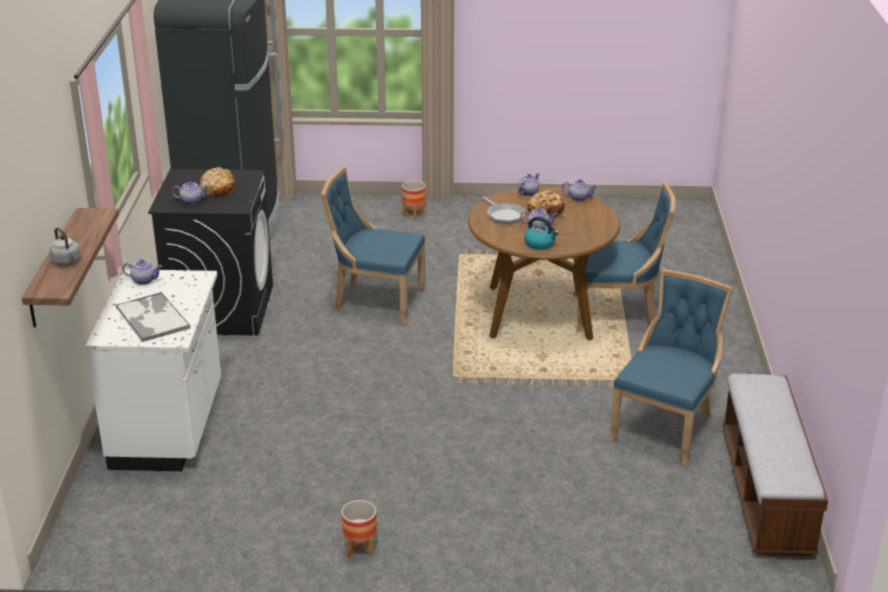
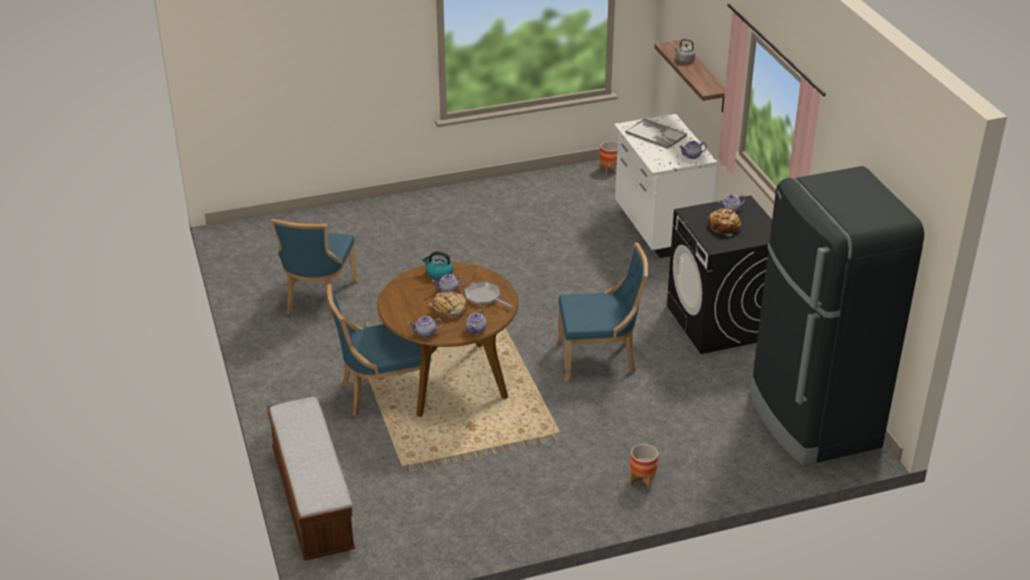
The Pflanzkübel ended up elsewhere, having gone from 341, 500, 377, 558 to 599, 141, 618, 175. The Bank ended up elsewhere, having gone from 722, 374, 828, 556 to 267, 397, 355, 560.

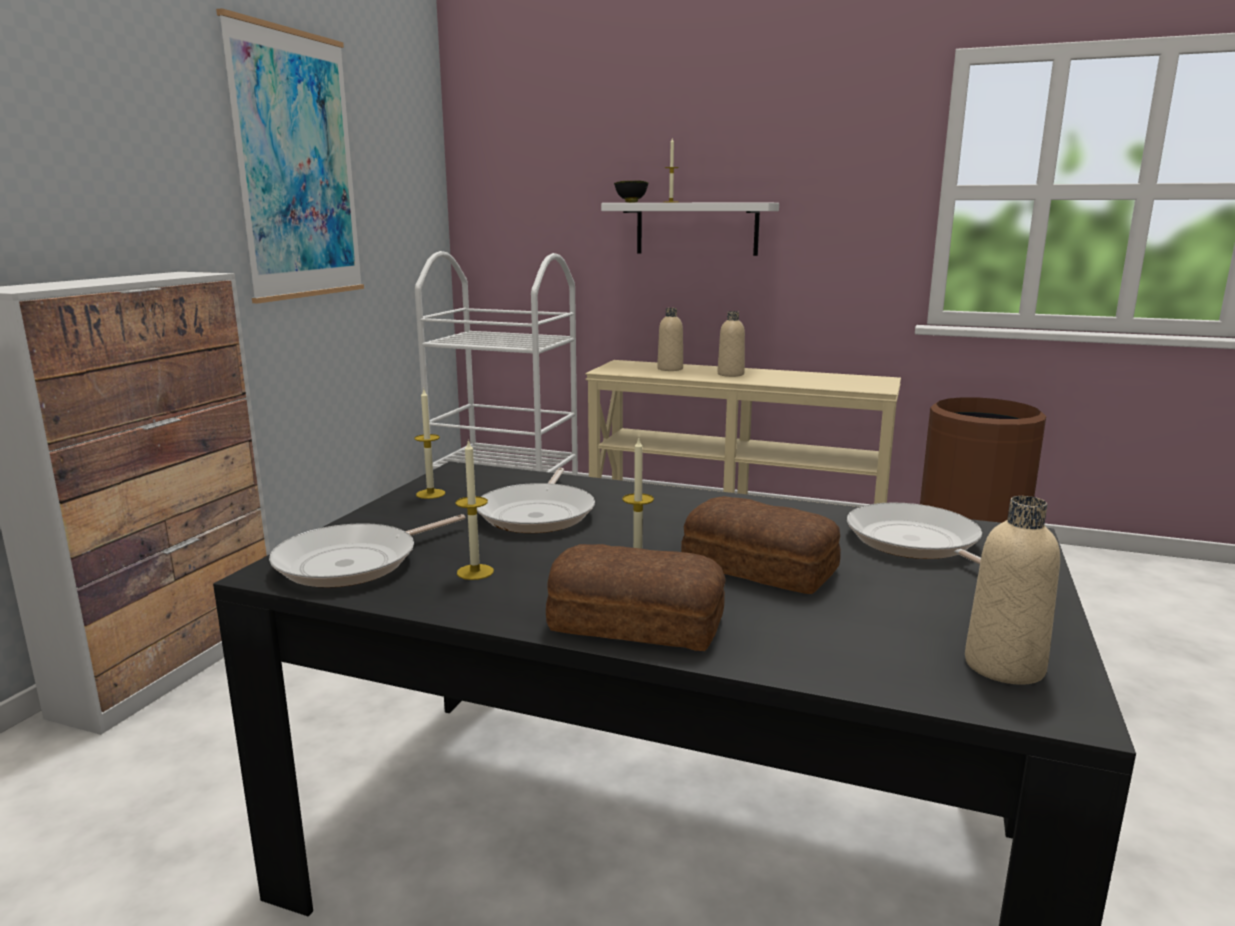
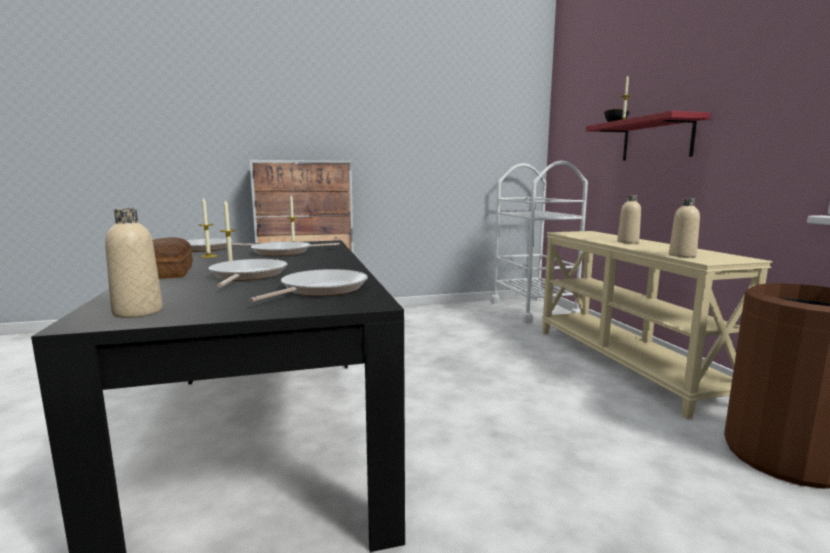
The second view lost the Bild at 216, 8, 364, 303. The Flasche/beige ended up elsewhere, having gone from 657, 308, 683, 371 to 669, 198, 700, 258. Where the Brot stood at 681, 496, 841, 594, the Pfanne came to stand at 208, 259, 287, 287. What was the Wandregal/weiß at 601, 202, 779, 256 turned into the Wandregal/rot at 586, 111, 710, 161.

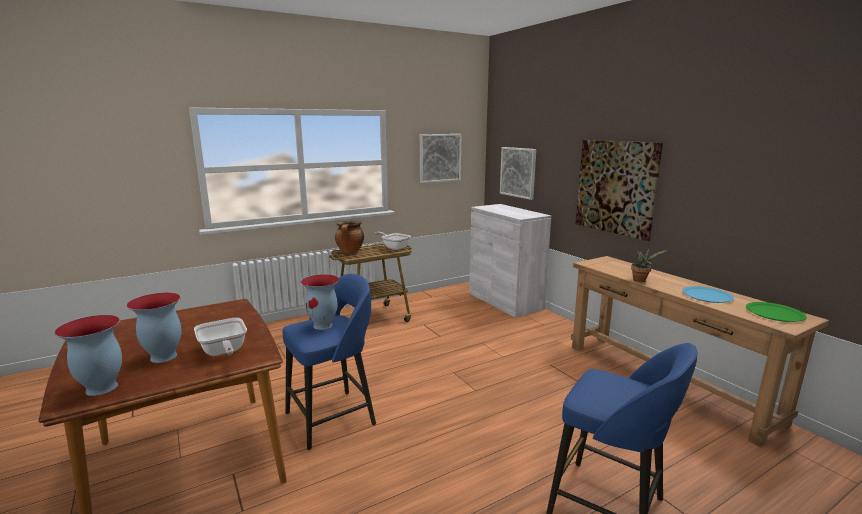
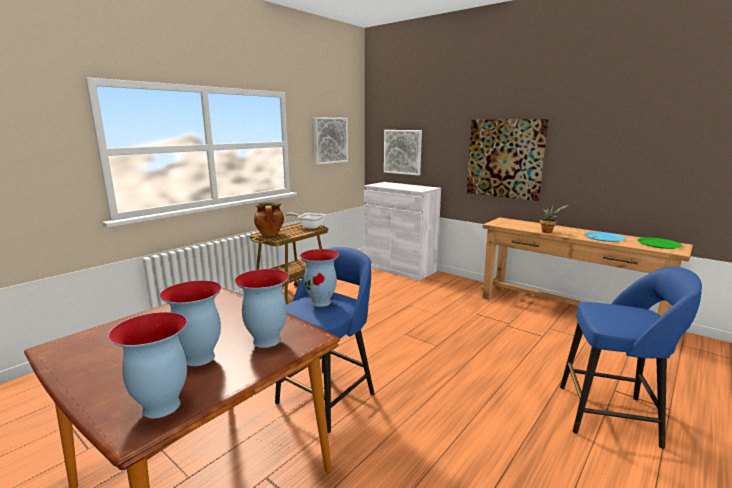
Where the Pfanne stood at 194, 318, 247, 356, the Vase came to stand at 234, 269, 289, 348.

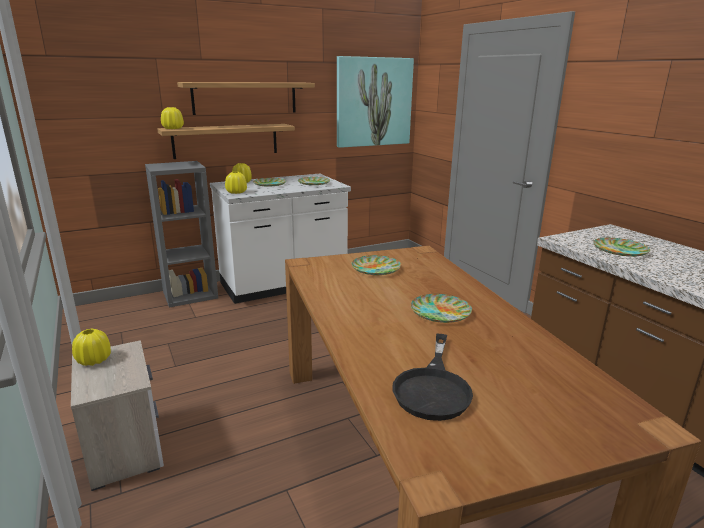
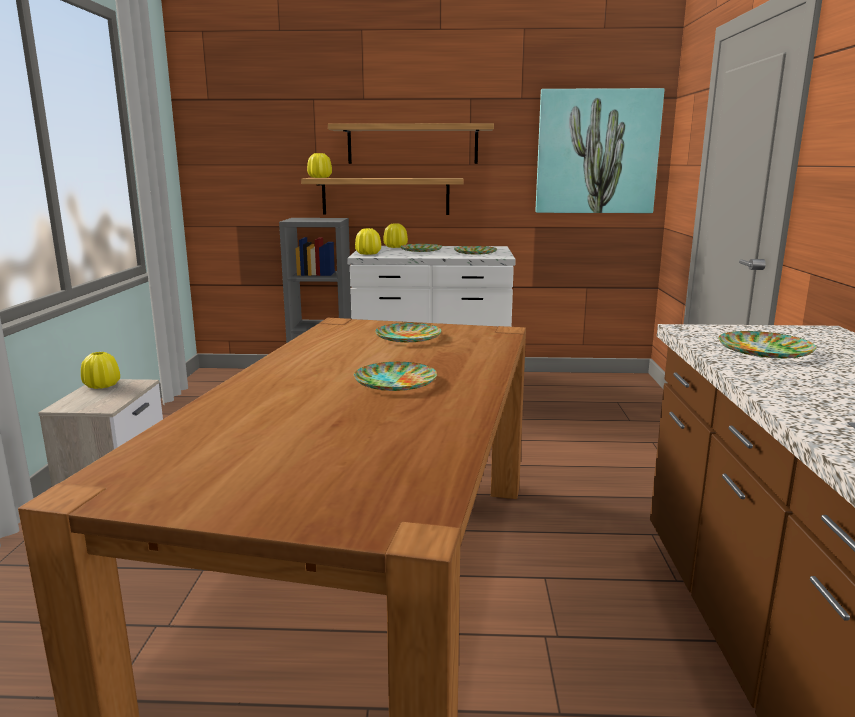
The second view lost the Pfanne/schwarz at 392, 333, 473, 421.

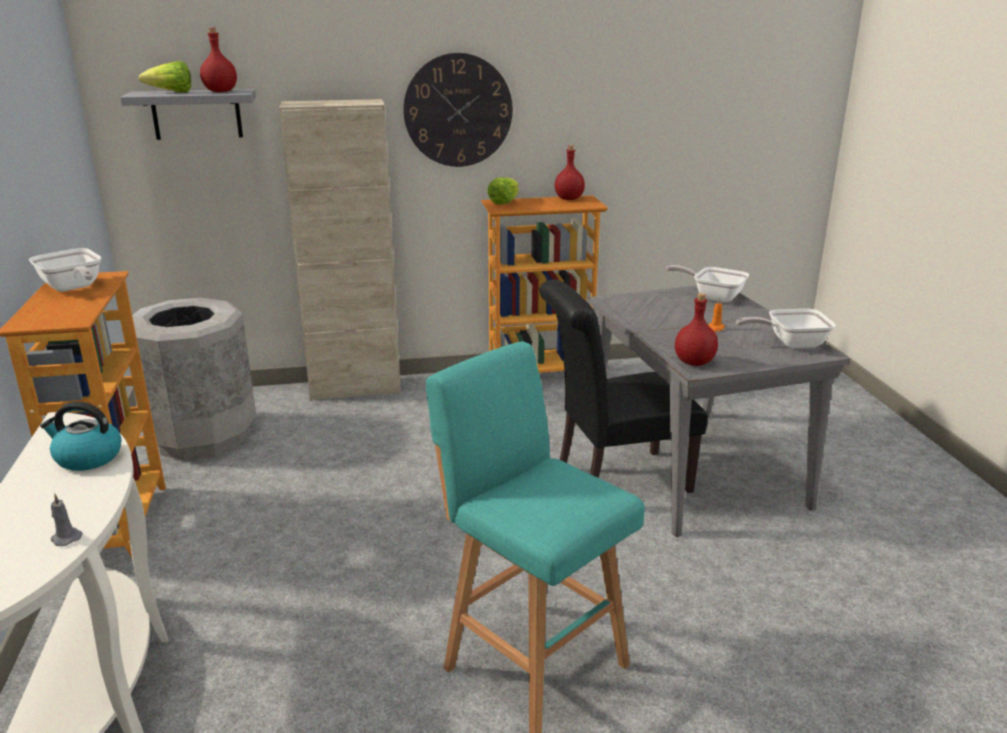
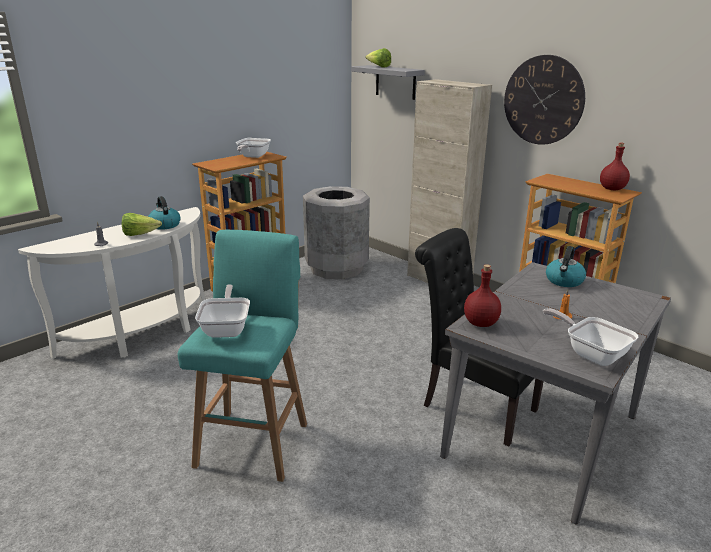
The second view lost the Flasche/rot at 200, 28, 237, 92. The second view gained the Wasserkessel at 546, 246, 586, 287. The Salatkopf ended up elsewhere, having gone from 487, 178, 519, 205 to 122, 213, 162, 236. The Pfanne ended up elsewhere, having gone from 666, 265, 749, 303 to 195, 284, 250, 338.

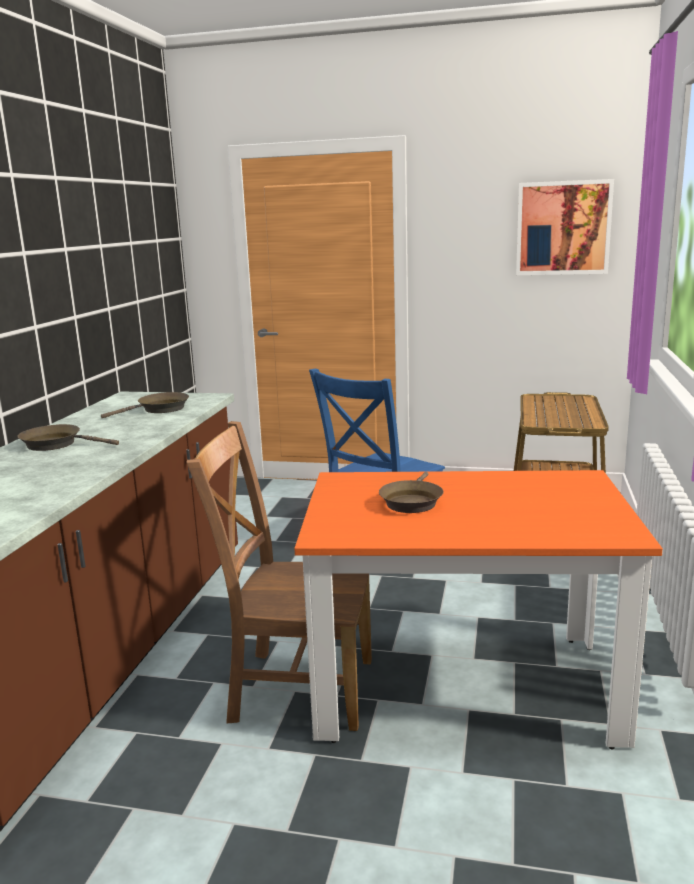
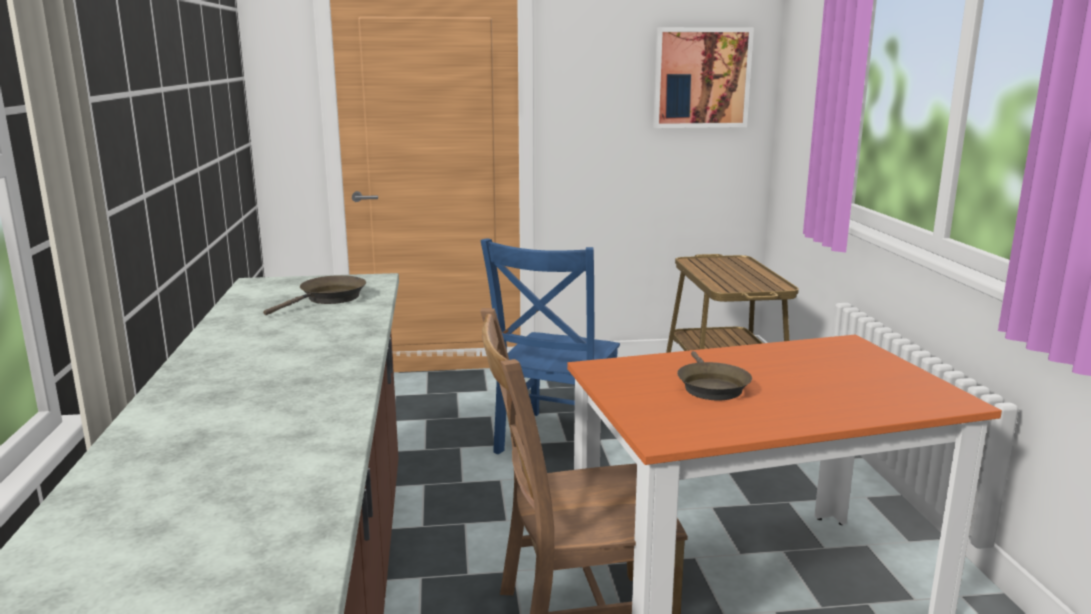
The second view lost the Pfanne/braun at 17, 424, 119, 451.

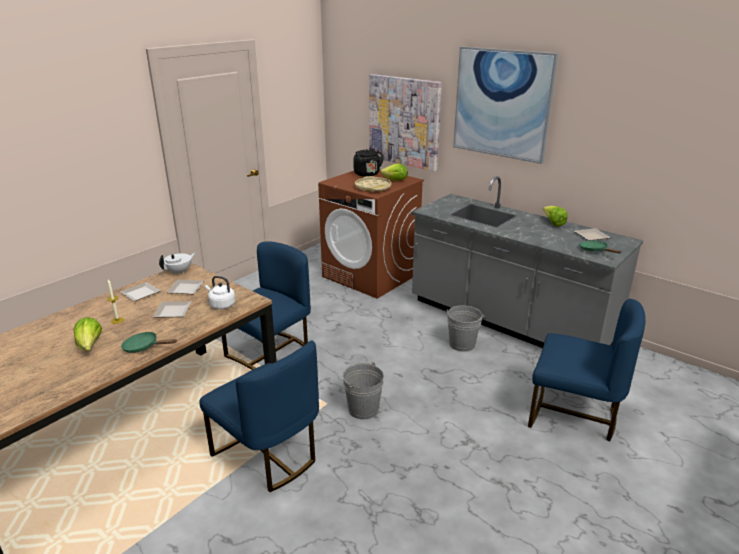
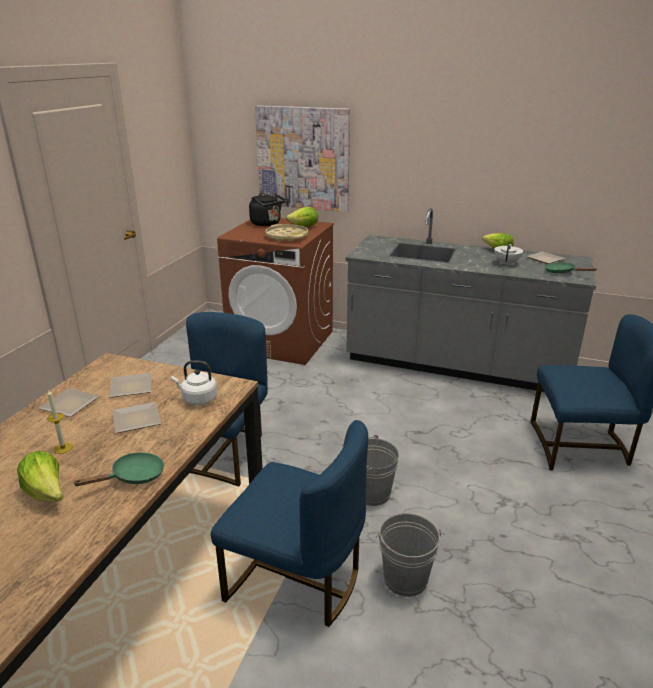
The second view lost the Bild at 453, 46, 559, 164. The Teekanne/weiß ended up elsewhere, having gone from 159, 252, 196, 274 to 494, 244, 523, 266. The Eimer/grau ended up elsewhere, having gone from 445, 305, 485, 352 to 376, 513, 444, 597. The Pfanne/grün at 121, 332, 177, 353 ended up facing another way, 150 degrees clockwise from before.

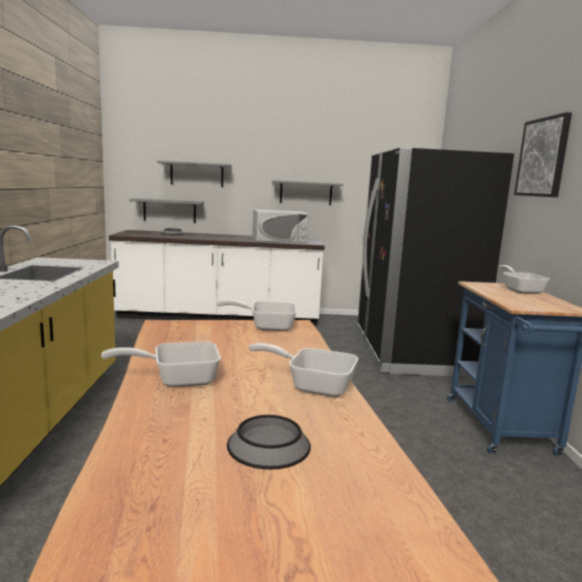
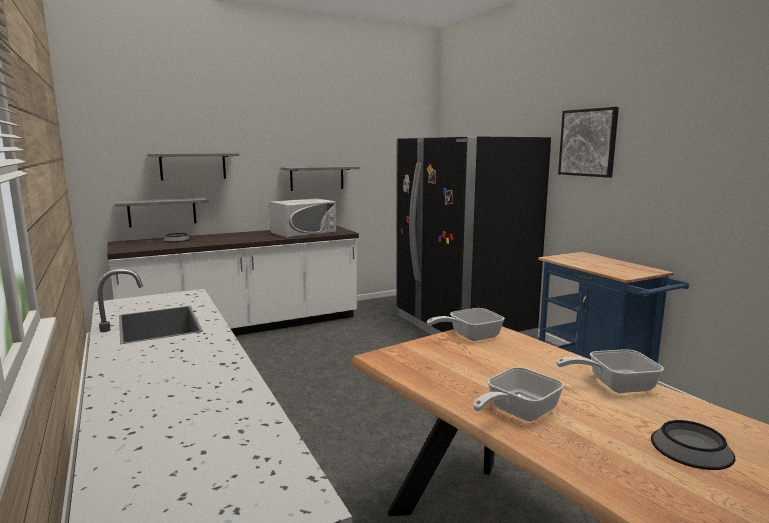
The second view lost the Pfanne at 499, 265, 550, 294.

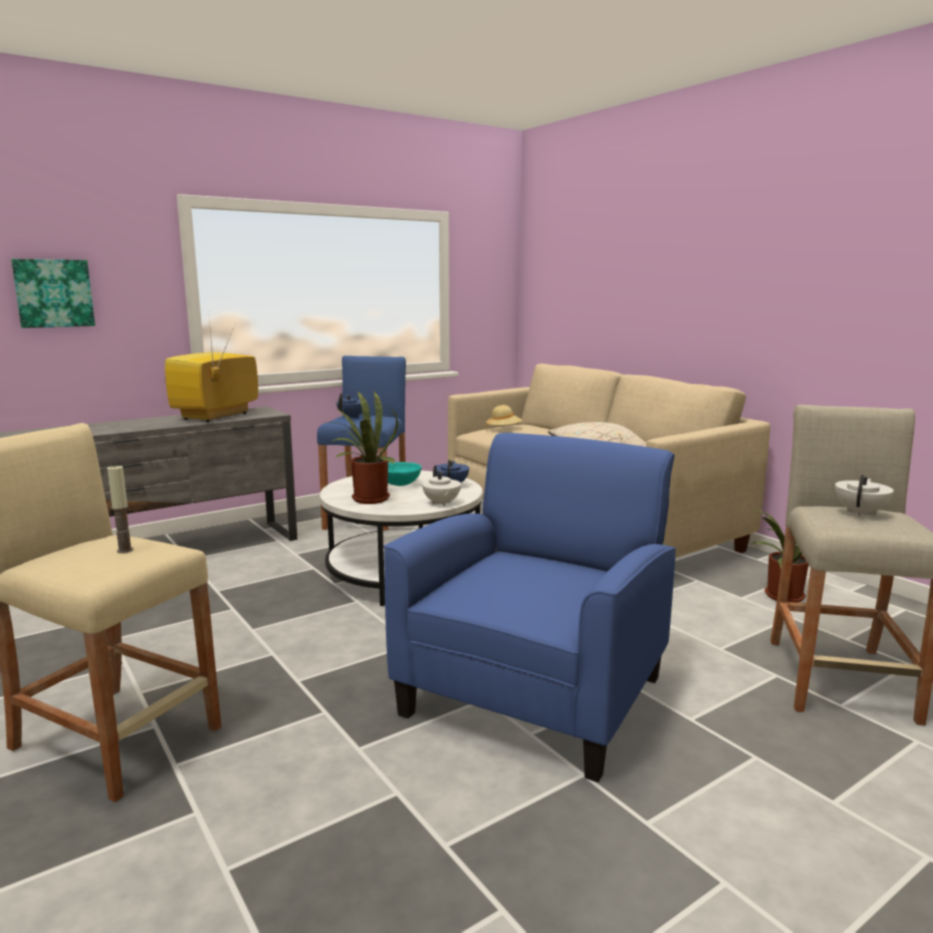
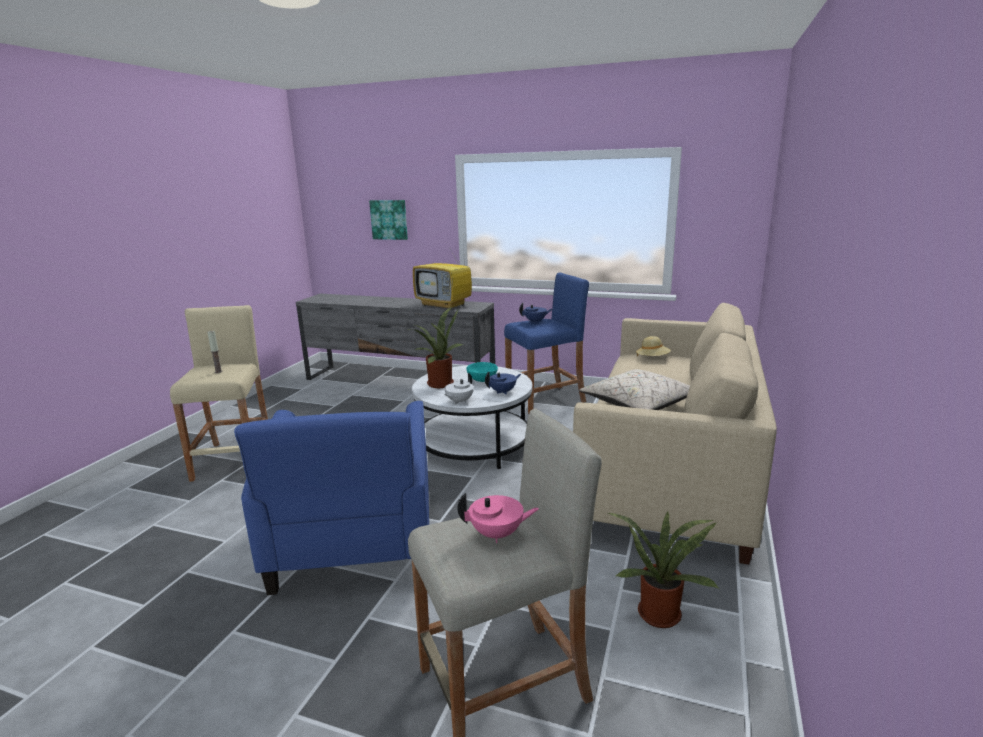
What was the Teekanne/weiß at 835, 475, 894, 516 turned into the Teekanne/rosa at 458, 493, 539, 543. The Fernseher at 165, 321, 258, 422 ended up facing another way, 135 degrees counterclockwise from before. The Sessel/blau at 384, 433, 676, 782 ended up facing another way, 90 degrees clockwise from before.

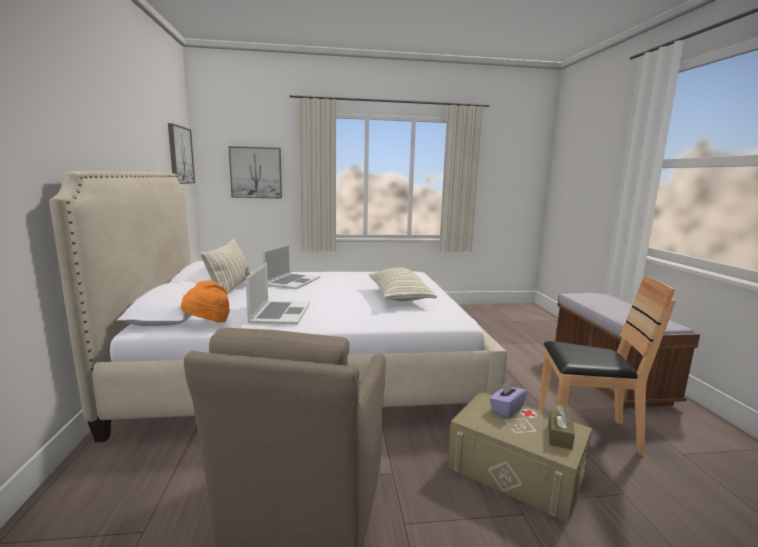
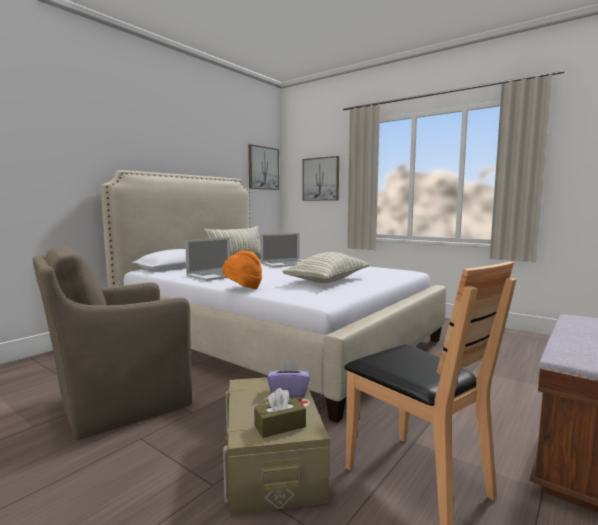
The Hut/orange ended up elsewhere, having gone from 181, 281, 230, 322 to 222, 250, 262, 289.

